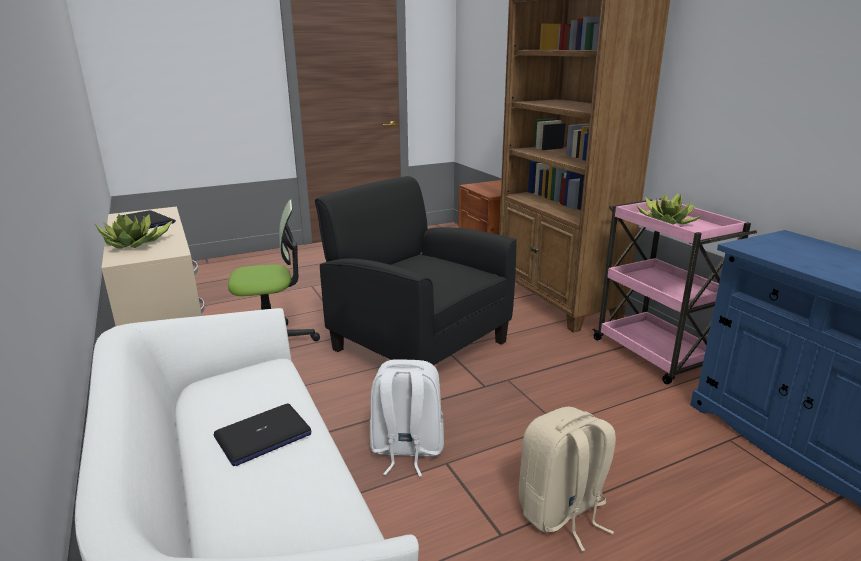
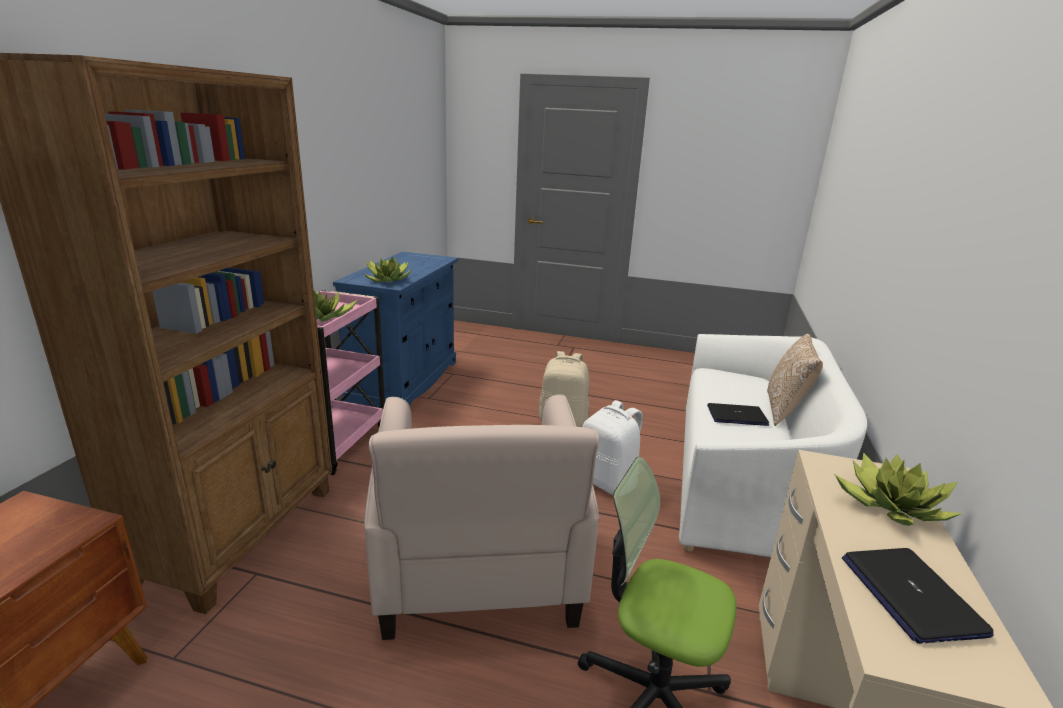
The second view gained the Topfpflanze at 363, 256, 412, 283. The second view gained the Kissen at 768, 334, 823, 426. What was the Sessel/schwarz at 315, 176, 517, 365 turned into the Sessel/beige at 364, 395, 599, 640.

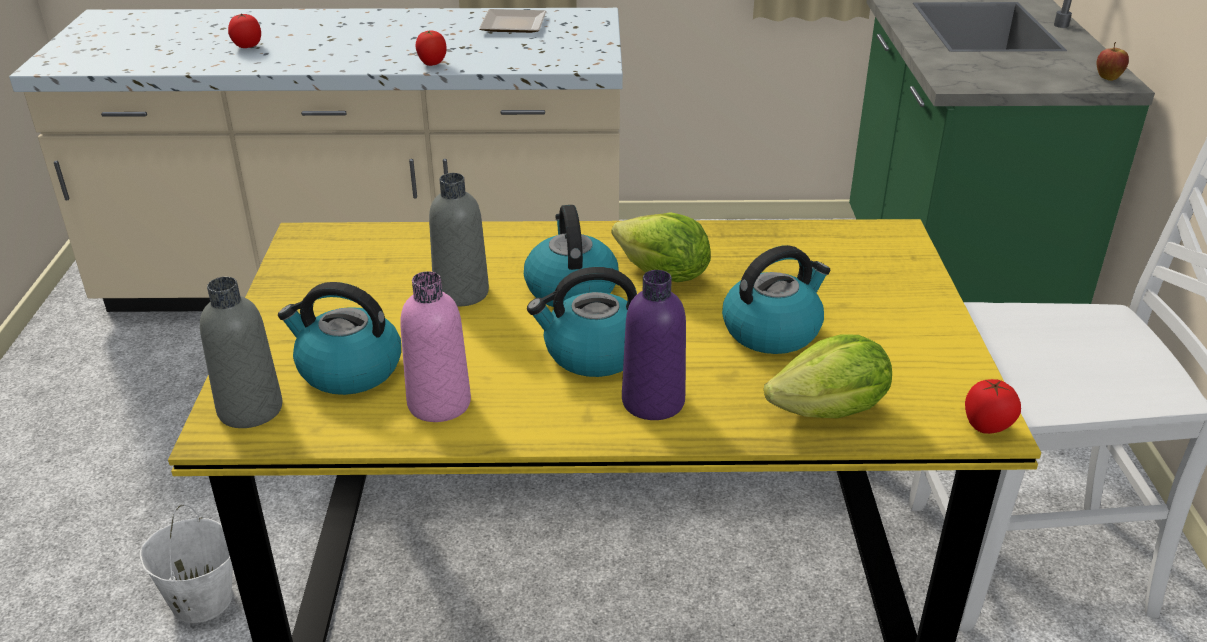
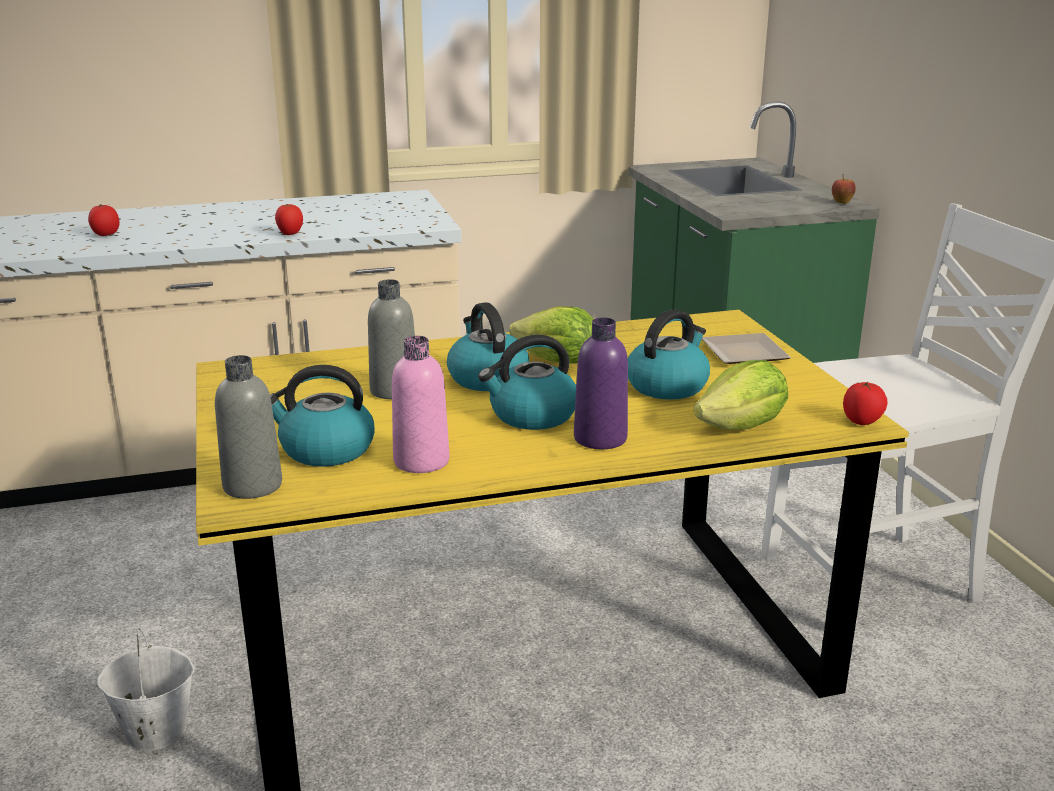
The Teller ended up elsewhere, having gone from 479, 9, 546, 33 to 702, 333, 791, 364.

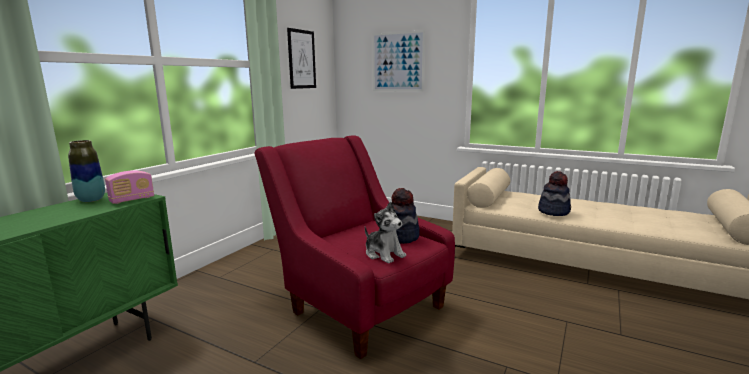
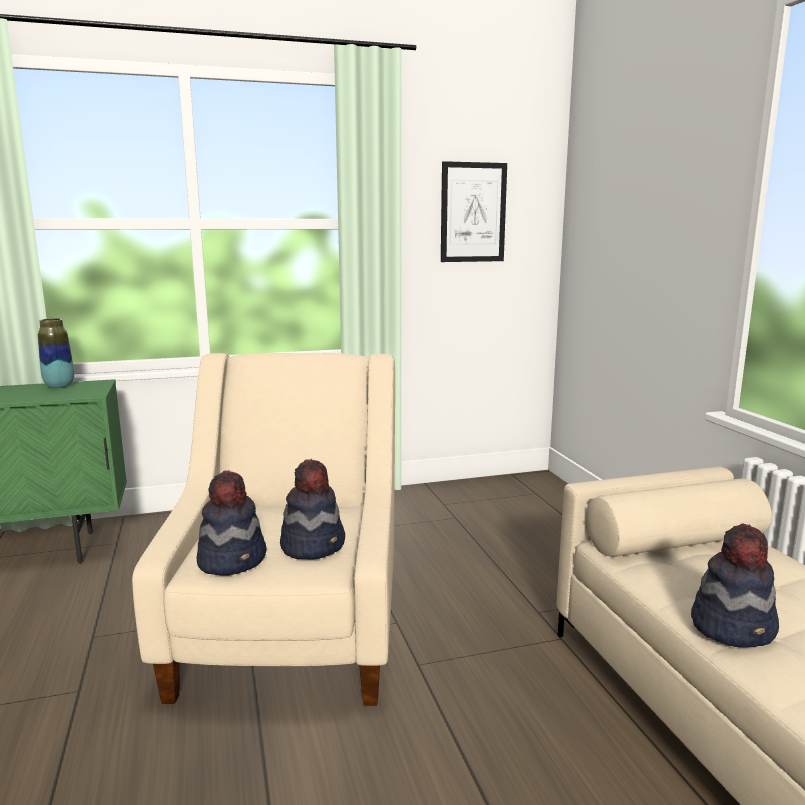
The second view lost the Radio at 105, 170, 154, 204. The second view lost the Bild at 373, 30, 425, 91. Where the Plüschtier stood at 365, 202, 406, 263, the Hut came to stand at 197, 470, 267, 576. What was the Sessel/rot at 255, 135, 455, 359 turned into the Sessel/beige at 132, 353, 395, 706.

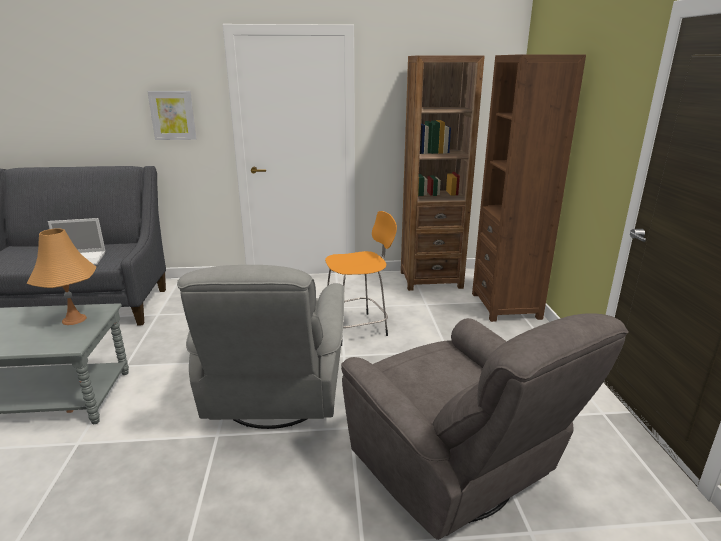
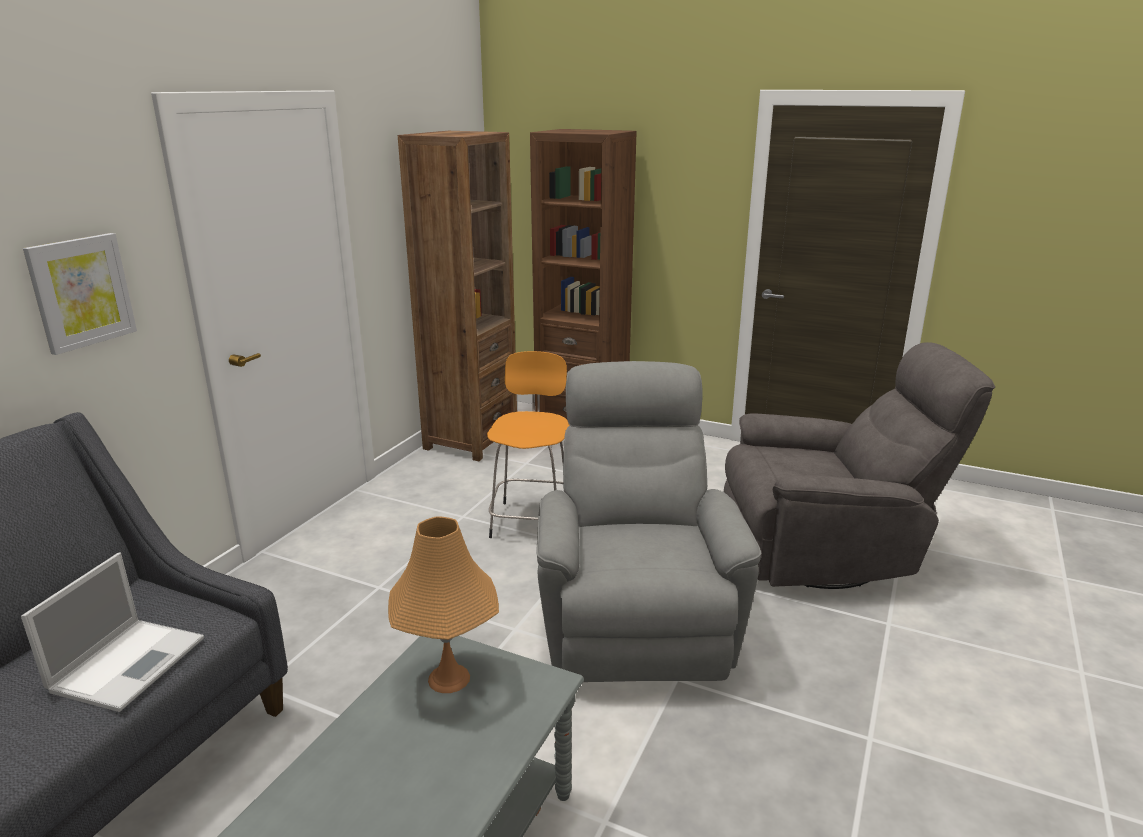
The Sessel/grau at 177, 265, 345, 429 ended up facing another way, 120 degrees counterclockwise from before.

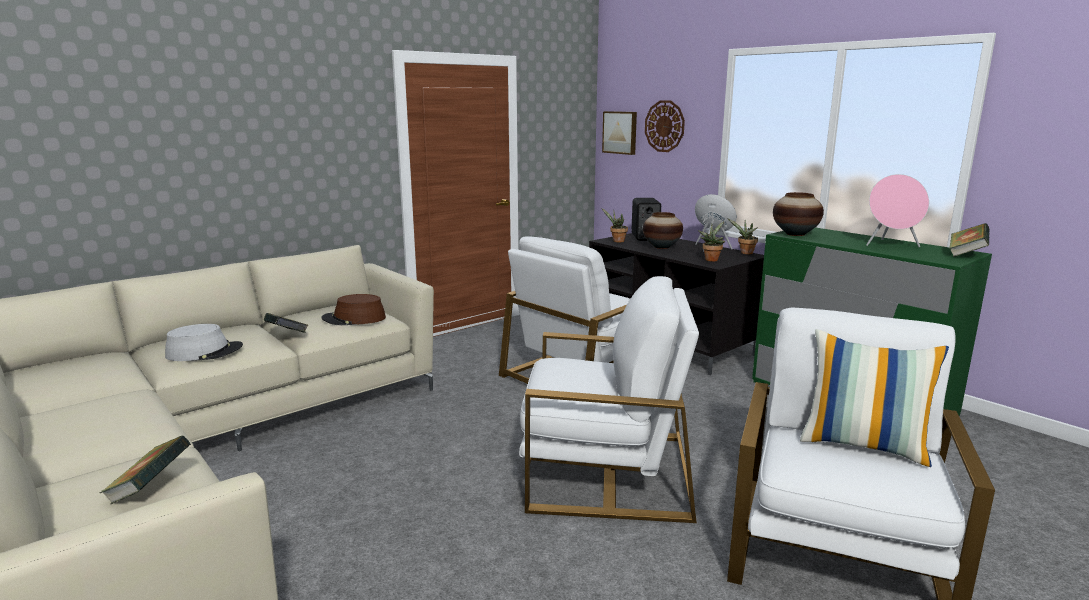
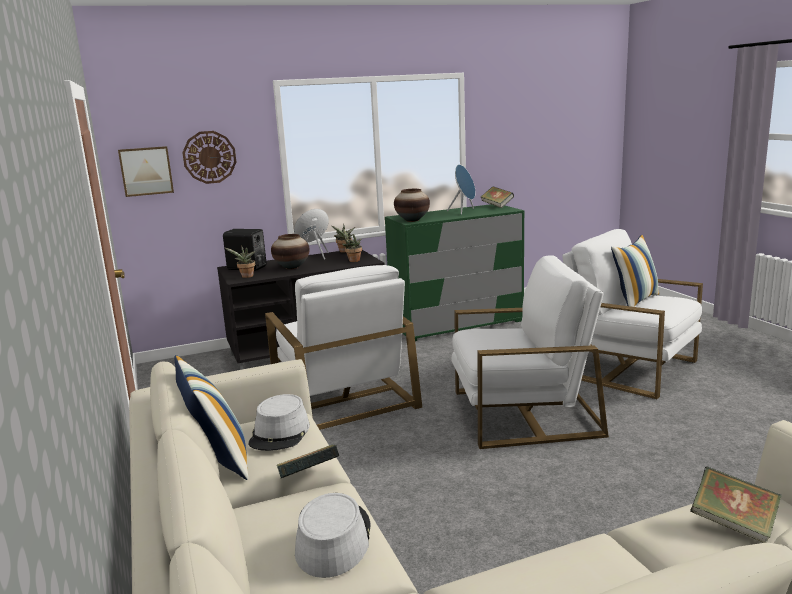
The second view gained the Kissen at 174, 355, 248, 480. What was the Hut/braun at 322, 294, 386, 325 turned into the Hut/grau at 248, 394, 310, 451. What was the Lautsprecher/rosa at 866, 174, 929, 247 turned into the Lautsprecher/blau at 447, 164, 475, 215. The Sessel/weiß at 519, 276, 699, 523 ended up facing another way, 60 degrees clockwise from before.

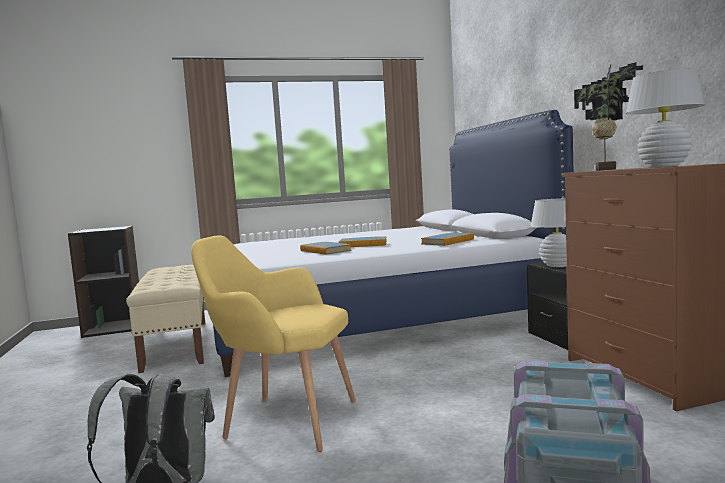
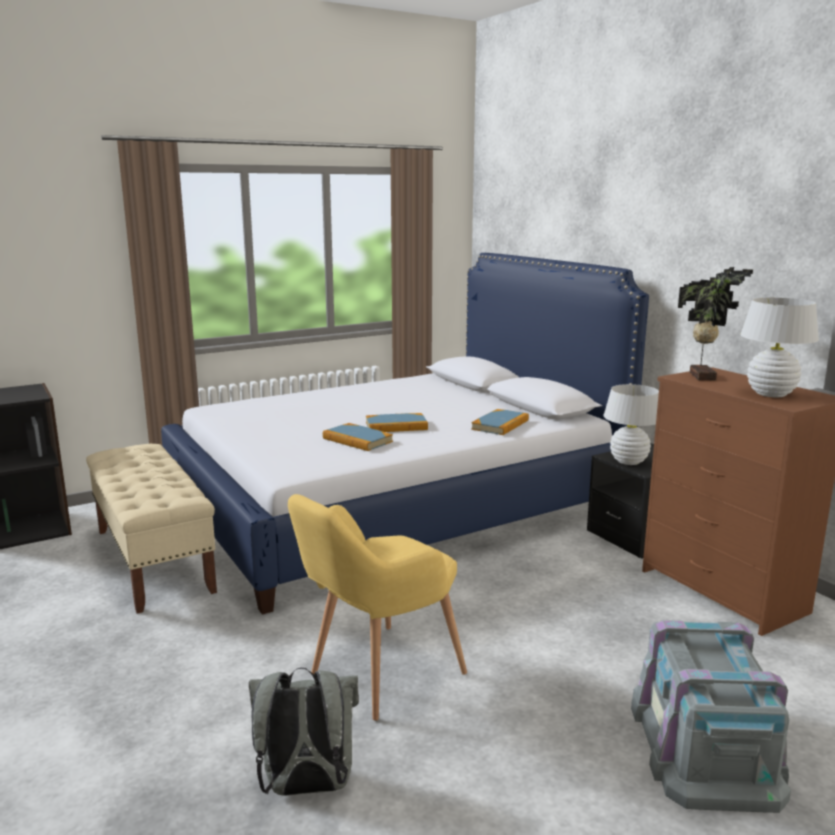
The Sessel/gelb at 191, 235, 356, 452 ended up facing another way, 45 degrees counterclockwise from before.

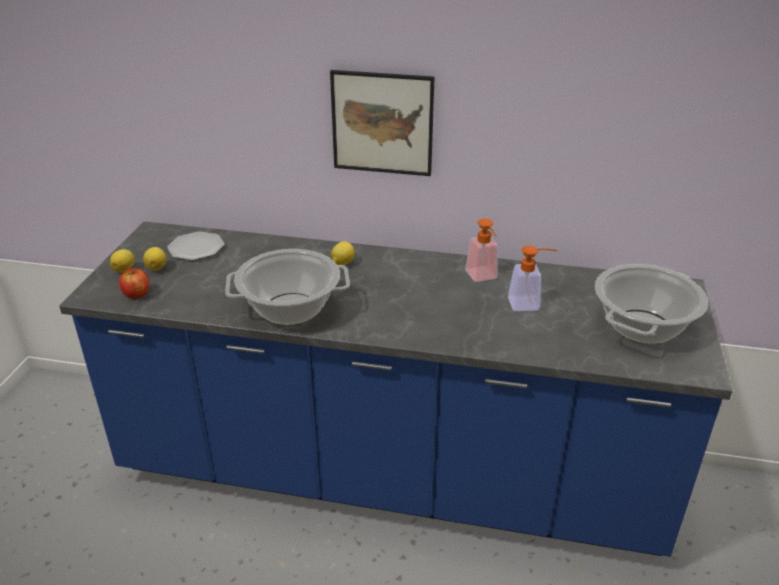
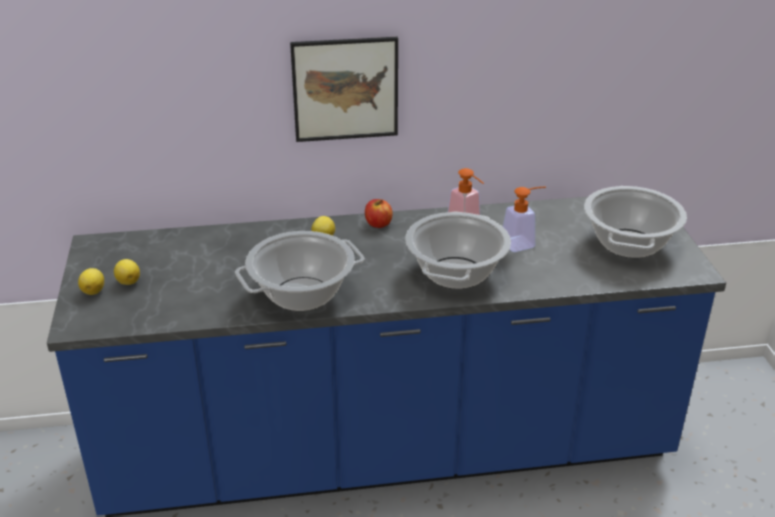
The second view lost the Teller at 167, 231, 225, 261. The second view gained the Kochtopf at 405, 212, 511, 289. The Apfel ended up elsewhere, having gone from 119, 268, 149, 299 to 365, 199, 393, 228.

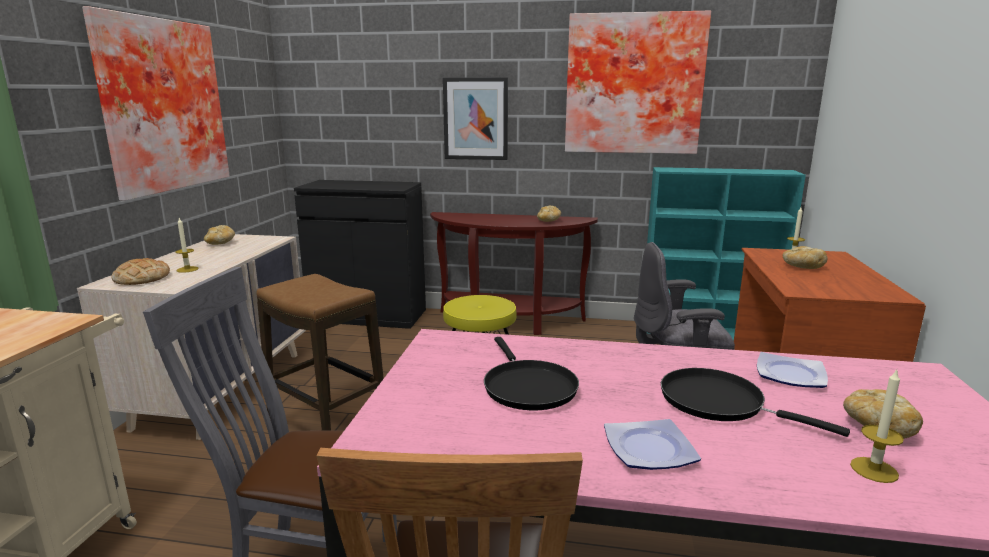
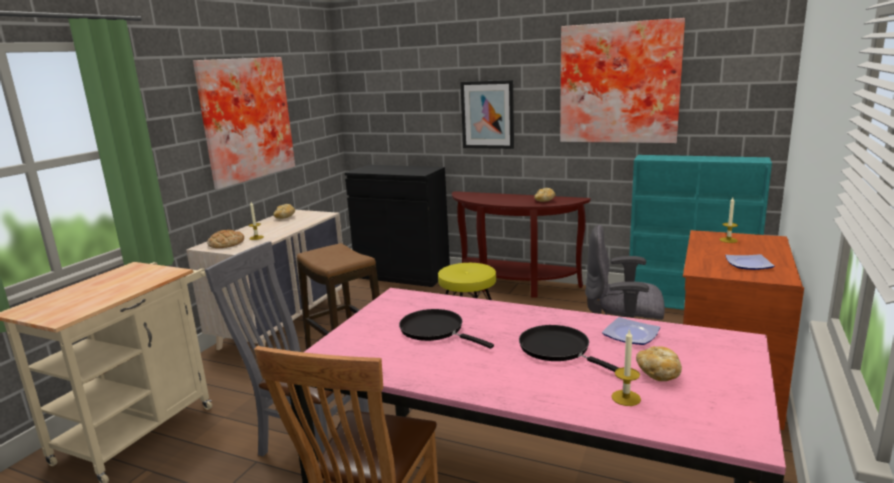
The second view lost the Brot at 783, 246, 828, 269. The Teller ended up elsewhere, having gone from 604, 419, 701, 470 to 725, 254, 775, 270. The Pfanne/schwarz at 484, 337, 579, 410 ended up facing another way, 135 degrees clockwise from before.

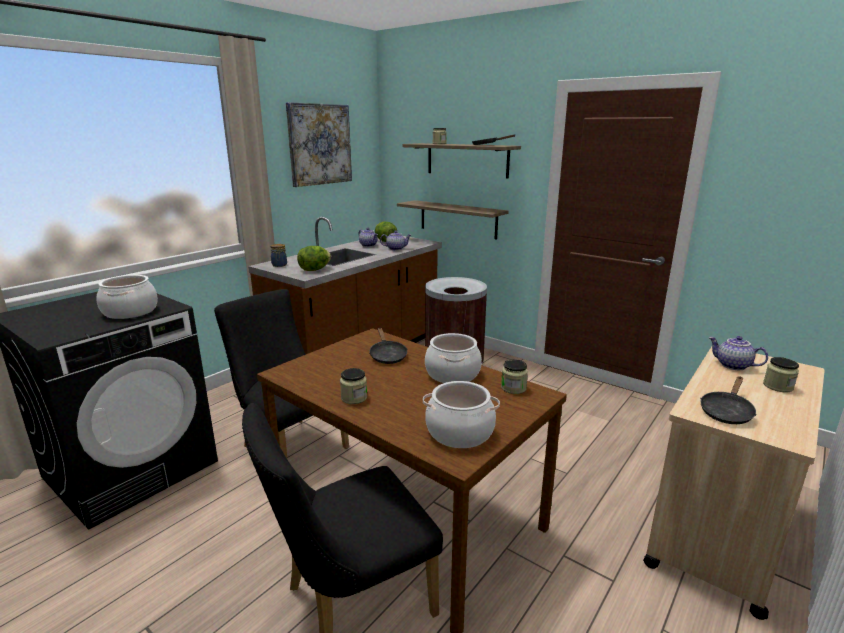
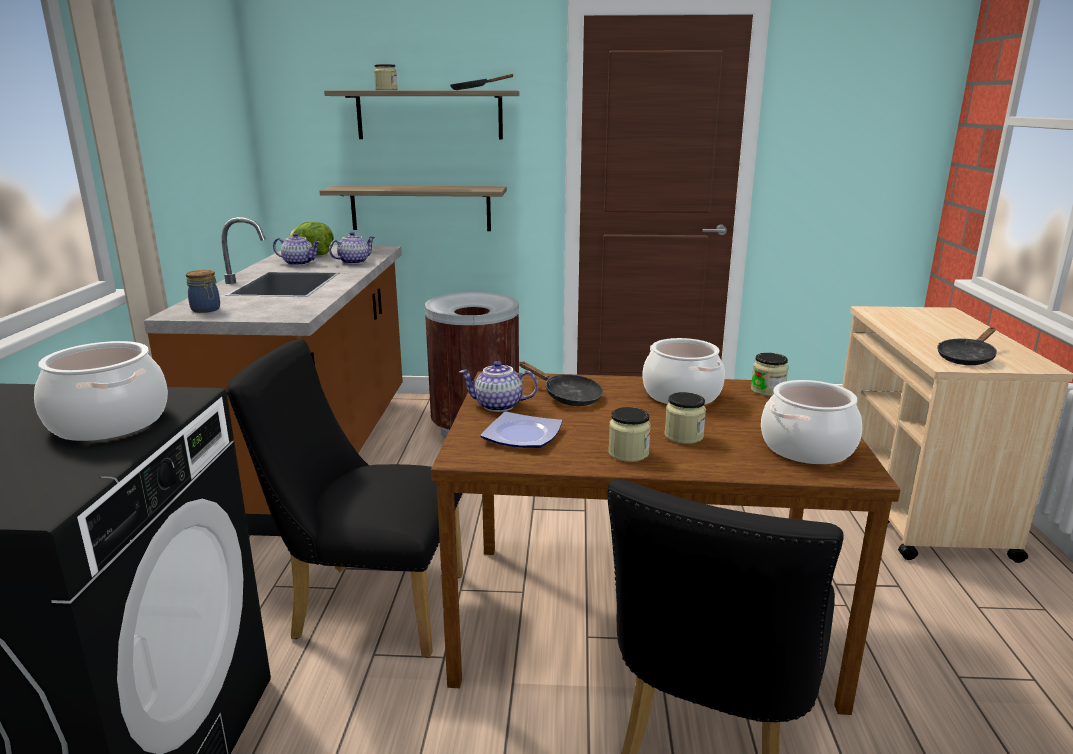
The second view lost the Bild at 286, 102, 352, 187. The second view lost the Salatkopf at 297, 246, 331, 271. The second view gained the Teller at 480, 412, 562, 448. The Teekanne ended up elsewhere, having gone from 708, 336, 768, 370 to 459, 361, 538, 412. The Vorratsglas ended up elsewhere, having gone from 763, 357, 799, 392 to 664, 392, 706, 444. The Pfanne/schwarz at 700, 376, 757, 424 ended up facing another way, 45 degrees clockwise from before.

